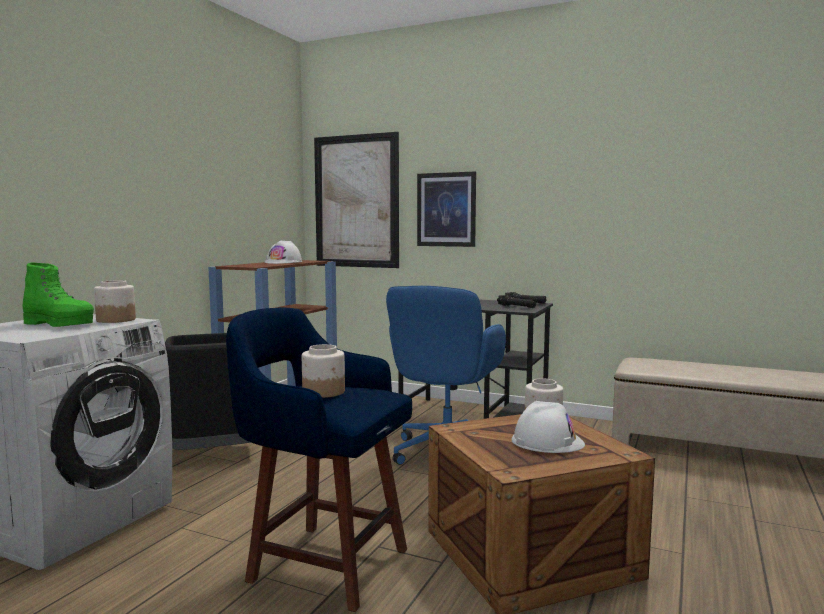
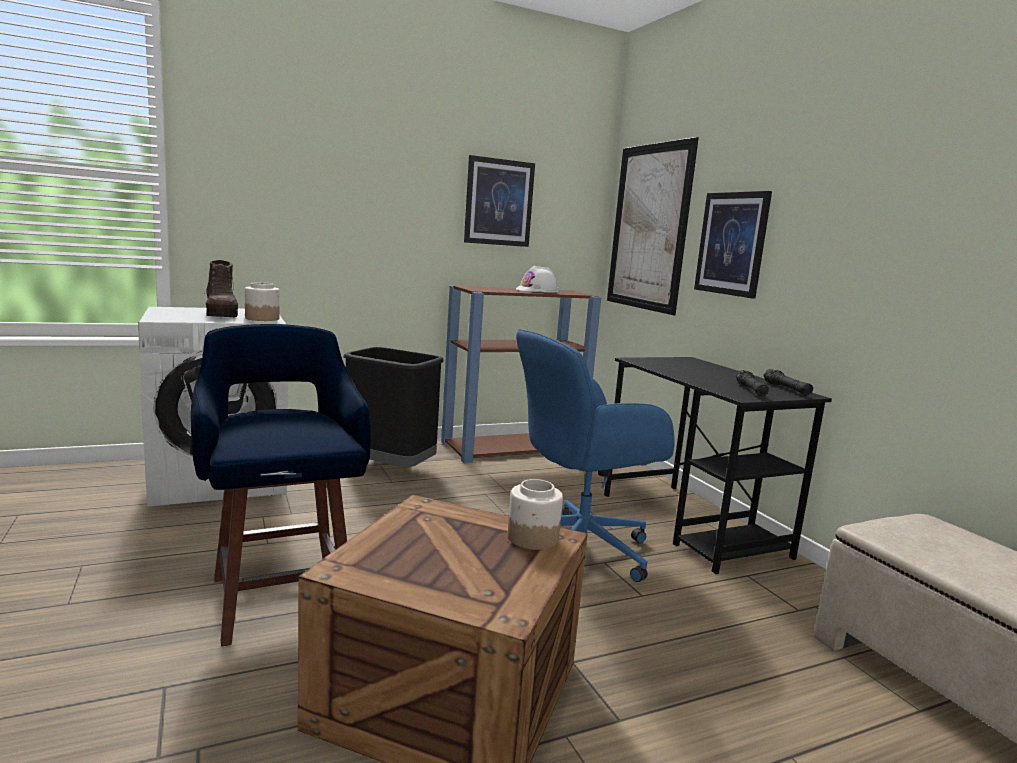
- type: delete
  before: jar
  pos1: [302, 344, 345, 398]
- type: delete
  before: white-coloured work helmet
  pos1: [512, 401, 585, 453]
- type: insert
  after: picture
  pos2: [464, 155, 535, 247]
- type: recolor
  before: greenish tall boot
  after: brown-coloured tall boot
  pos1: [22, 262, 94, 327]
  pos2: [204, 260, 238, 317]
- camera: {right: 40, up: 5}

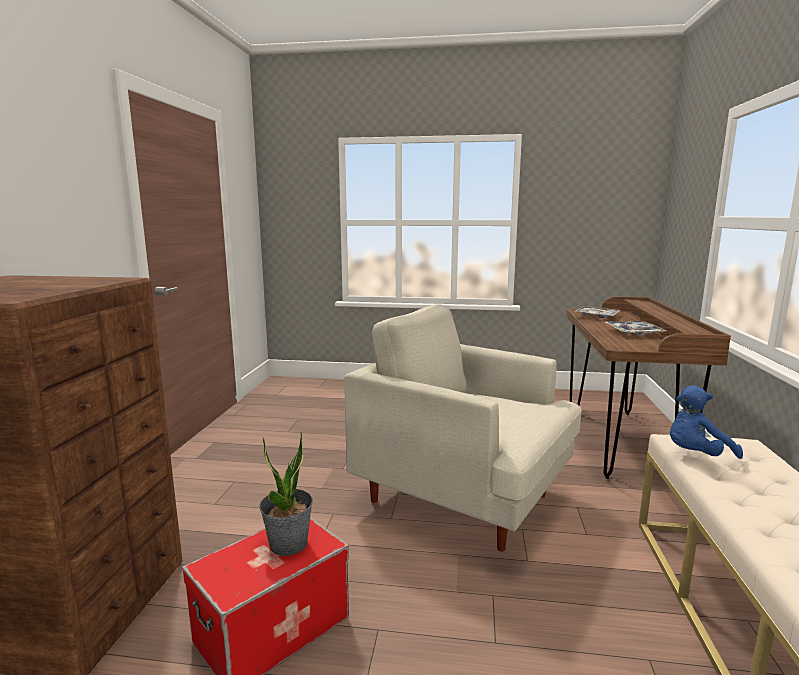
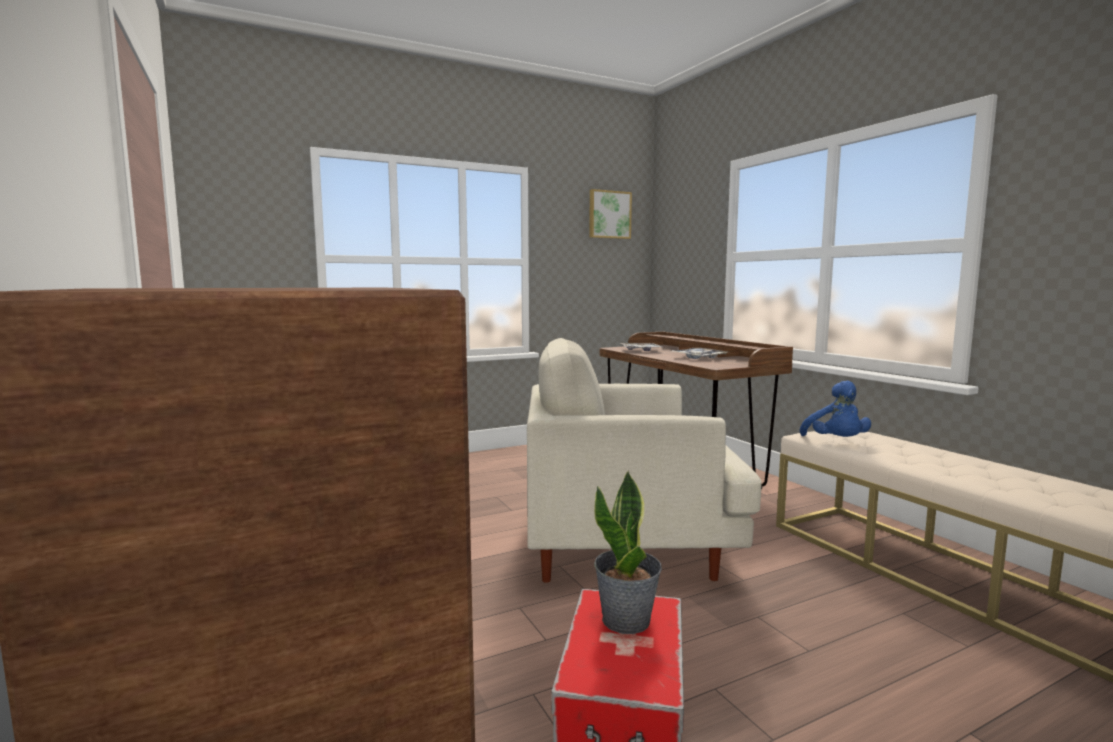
- type: insert
  after: picture
  pos2: [589, 189, 632, 239]
- type: rotate
  before: blue-coloured plush toy
  pos1: [670, 385, 743, 459]
  pos2: [800, 381, 871, 437]
  turn: -45
- camera: {right: -35, up: -5}

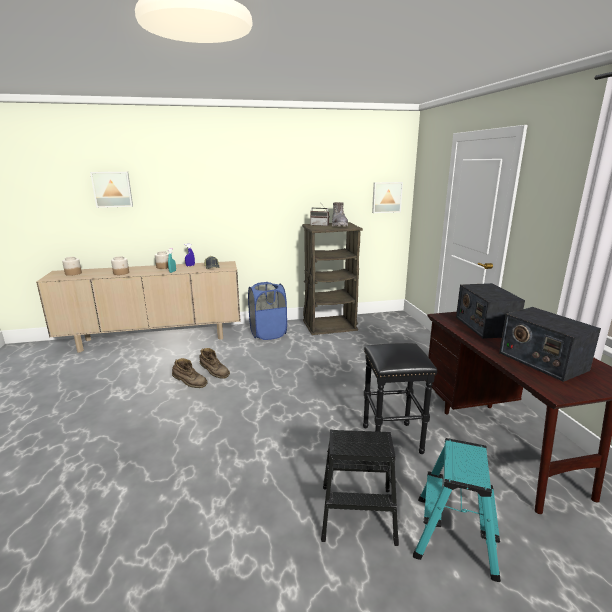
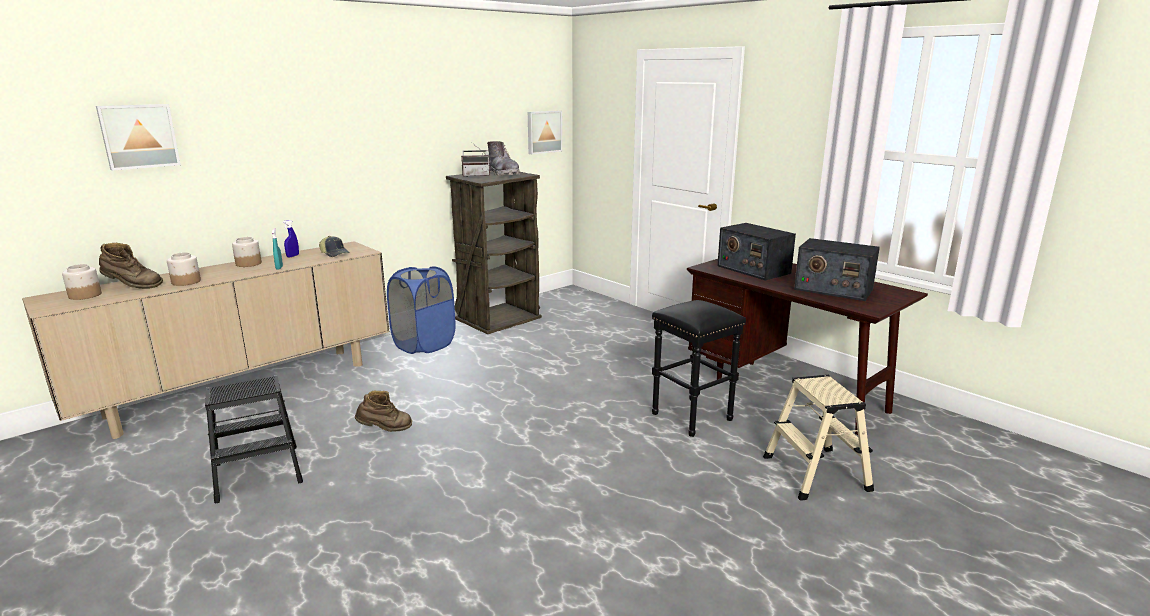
- type: move
  before: brown-coloured tall boot
  pos1: [200, 348, 230, 379]
  pos2: [99, 243, 163, 289]
- type: move
  before: black step stool
  pos1: [321, 429, 399, 546]
  pos2: [205, 375, 303, 504]
- type: recolor
  before: turquoise-coloured step stool
  after: beige step stool
  pos1: [413, 438, 501, 582]
  pos2: [763, 375, 874, 501]
- camera: {right: -30, up: 0}

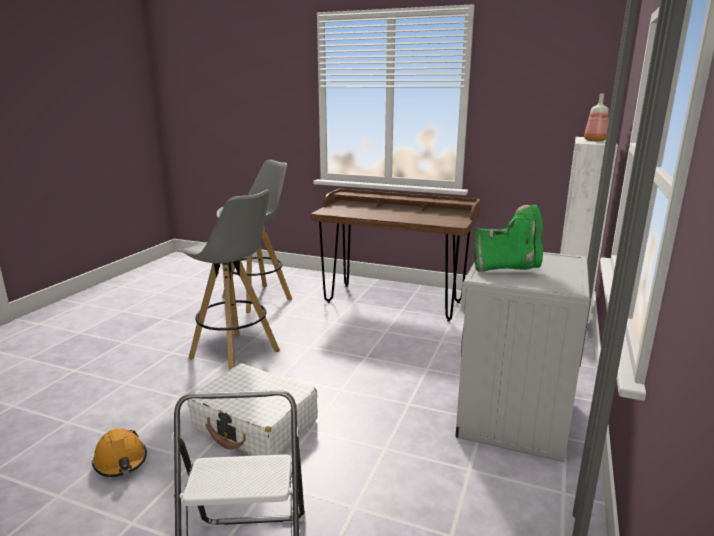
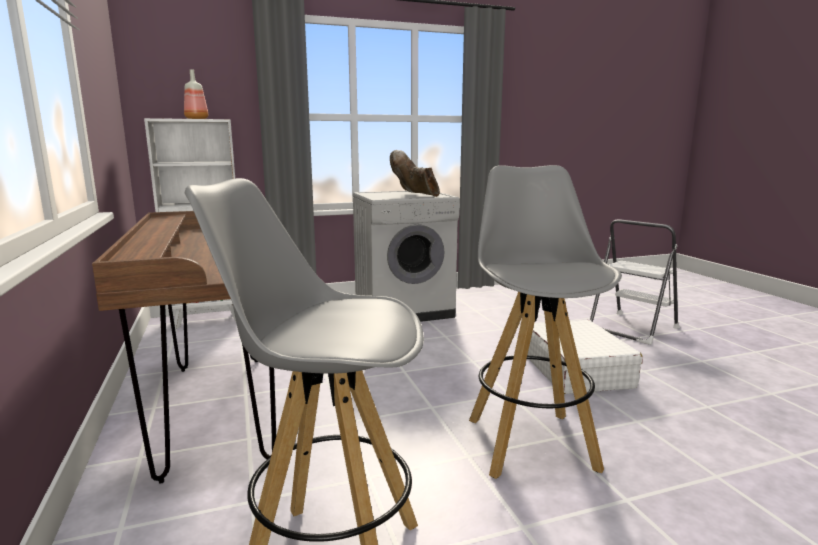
- type: delete
  before: orangey work helmet
  pos1: [92, 429, 147, 477]
- type: recolor
  before: greenish tall boot
  after: brown-coloured tall boot
  pos1: [474, 205, 543, 272]
  pos2: [390, 150, 440, 197]
- camera: {right: -130, up: -5}

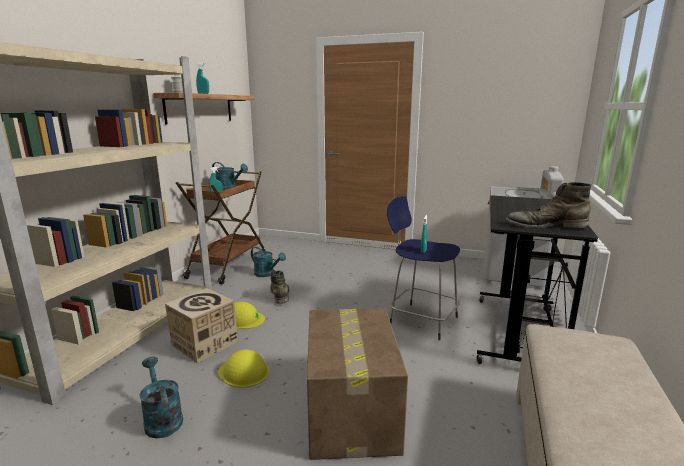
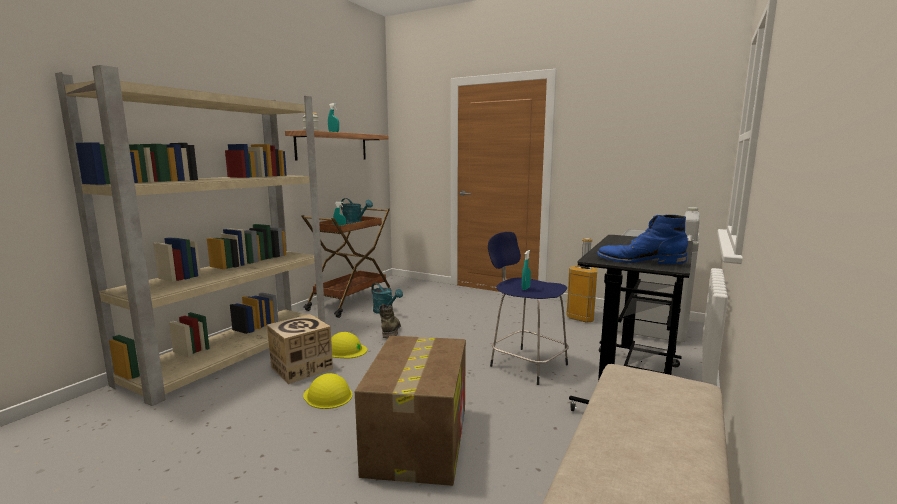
- type: delete
  before: turquoise-coloured watering pot
  pos1: [139, 356, 183, 438]
- type: insert
  after: trash can
  pos2: [566, 238, 597, 323]
- type: recolor
  before: greenish tall boot
  after: blue-coloured tall boot
  pos1: [506, 182, 591, 229]
  pos2: [597, 215, 688, 264]
- camera: {right: 10, up: -5}

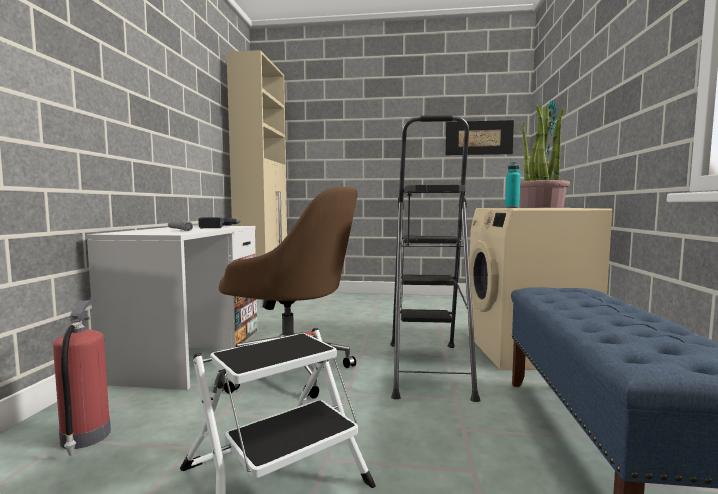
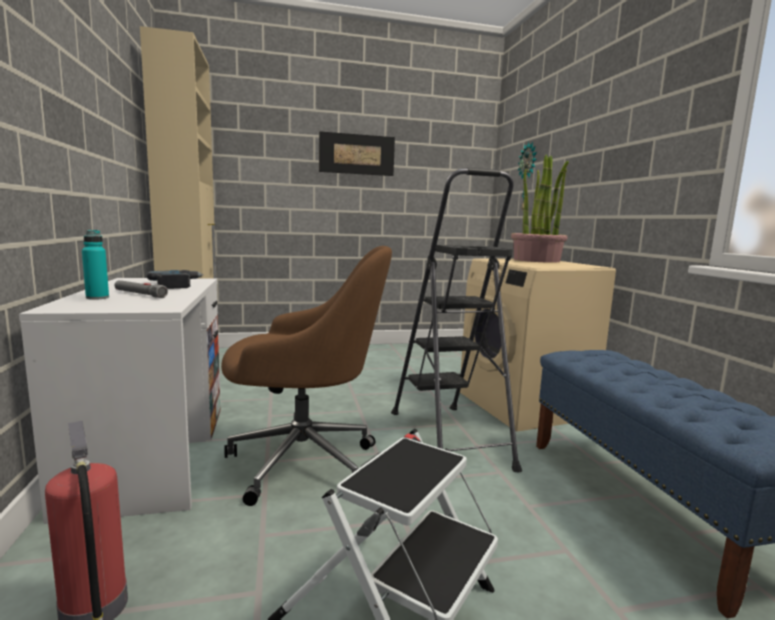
- type: move
  before: picture
  pos1: [445, 120, 514, 155]
  pos2: [319, 131, 395, 176]
- type: move
  before: turquoise-coloured drink bottle
  pos1: [505, 162, 521, 208]
  pos2: [82, 230, 109, 300]
- camera: {right: -20, up: 5}

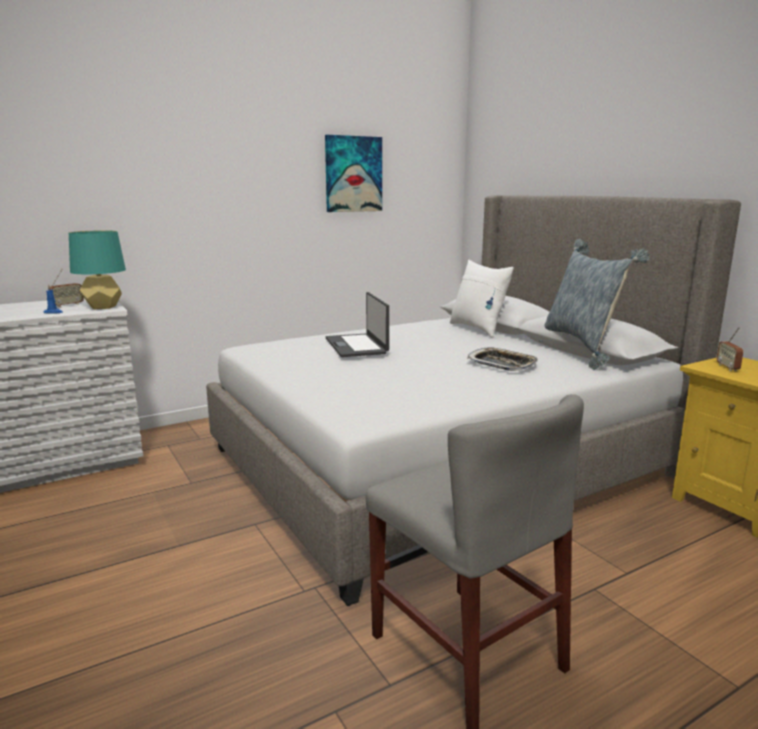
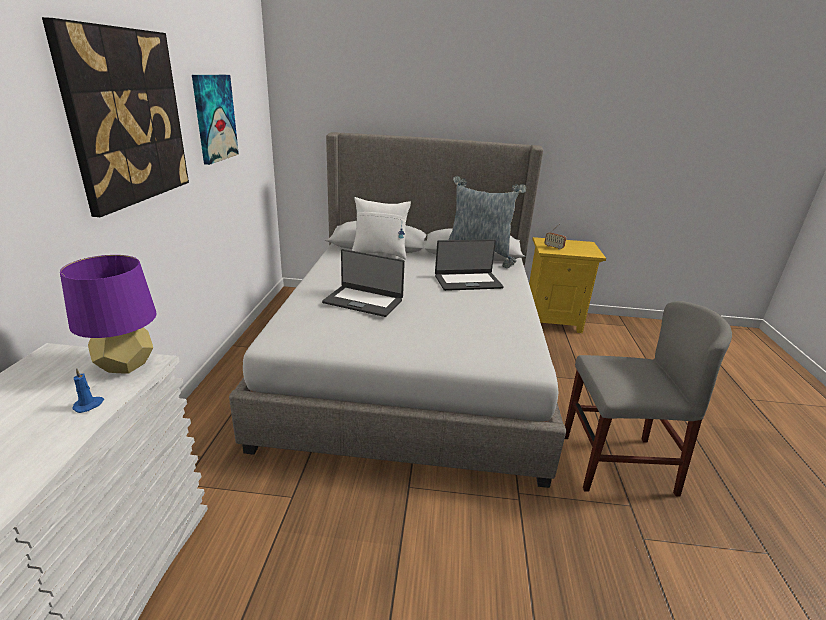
- type: delete
  before: radio set
  pos1: [50, 269, 84, 307]
- type: insert
  after: picture
  pos2: [42, 17, 189, 217]
- type: replace
  before: serving tray
  after: laptop
  pos1: [467, 347, 538, 371]
  pos2: [435, 239, 504, 291]
- type: recolor
  before: turquoise-coloured table lamp
  after: purple table lamp
  pos1: [69, 230, 126, 309]
  pos2: [60, 255, 157, 374]
- camera: {right: -55, up: 10}

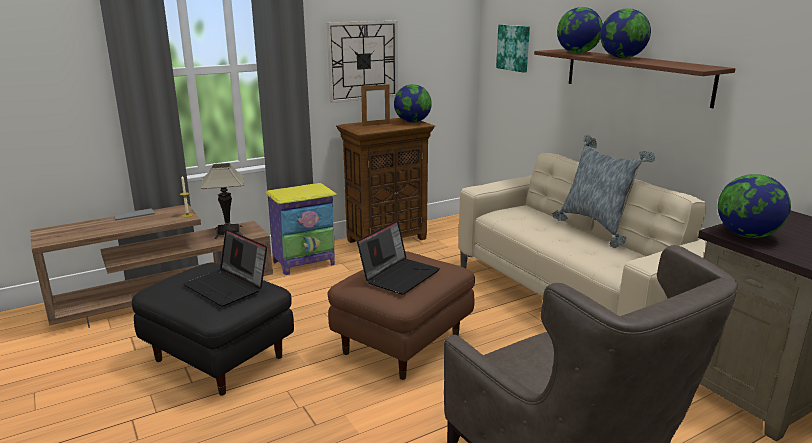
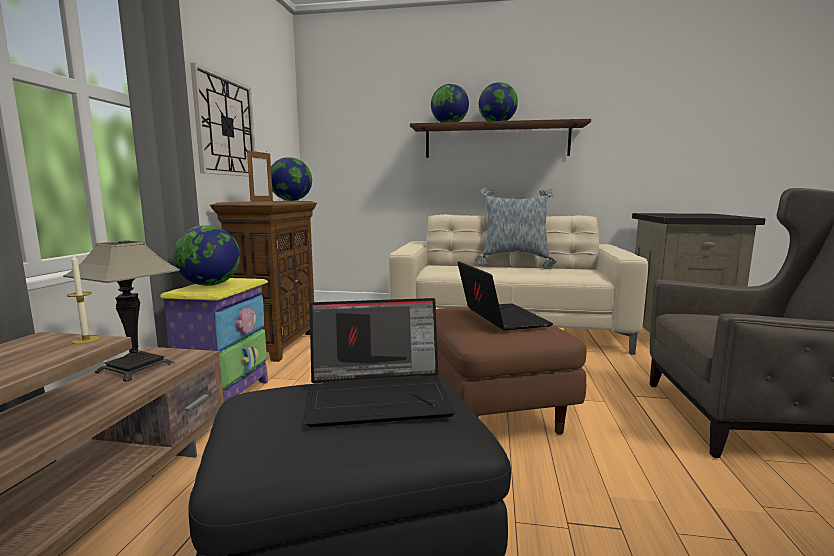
- type: delete
  before: picture
  pos1: [496, 24, 530, 73]
- type: move
  before: globe
  pos1: [718, 174, 791, 238]
  pos2: [173, 225, 240, 286]
- camera: {right: -50, up: -10}

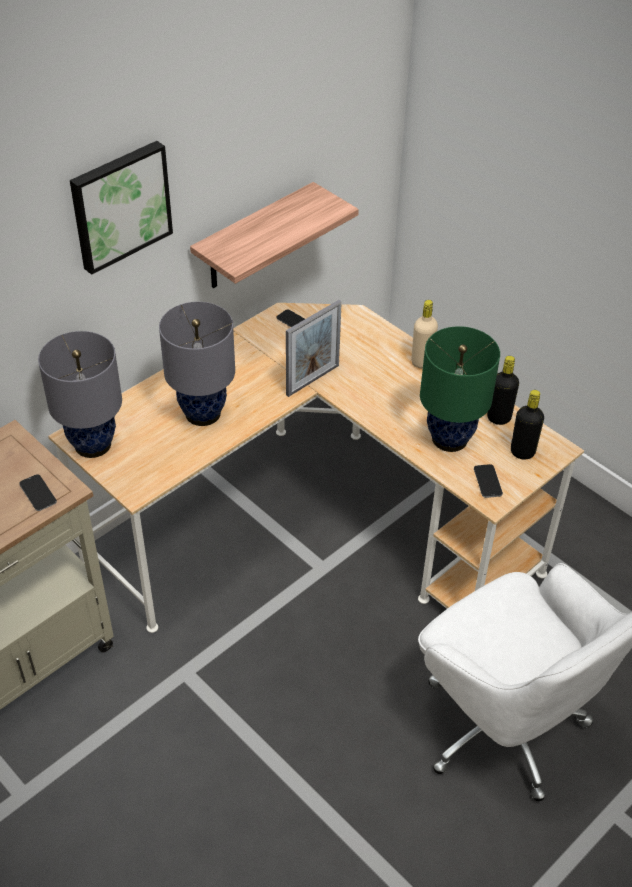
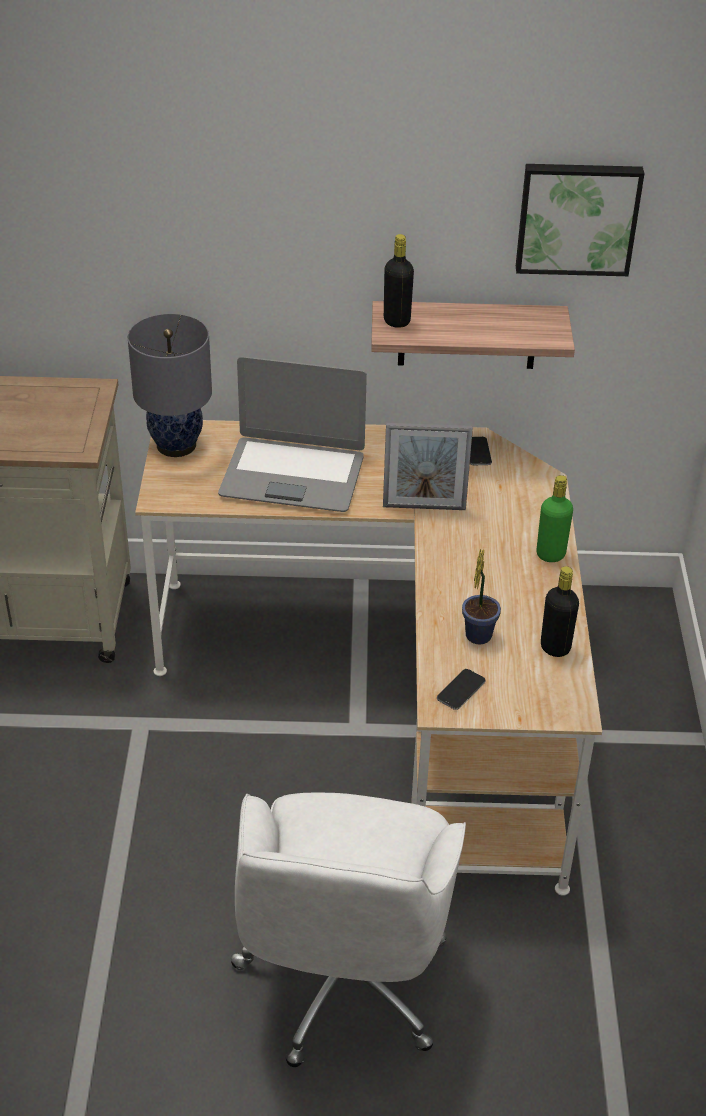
- type: delete
  before: handset
  pos1: [19, 474, 57, 511]
- type: move
  before: picture
  pos1: [70, 141, 173, 275]
  pos2: [516, 164, 645, 276]
- type: move
  before: black drink bottle
  pos1: [511, 390, 544, 459]
  pos2: [384, 234, 414, 328]
- type: replace
  before: grey table lamp
  after: laptop
  pos1: [159, 302, 235, 426]
  pos2: [218, 356, 367, 512]
- type: replace
  before: greenish table lamp
  after: houseplant
  pos1: [420, 326, 500, 452]
  pos2: [462, 549, 501, 644]
- type: recolor
  before: beige drink bottle
  after: greenish drink bottle
  pos1: [411, 300, 438, 368]
  pos2: [536, 475, 573, 562]
- camera: {right: 45, up: -5}

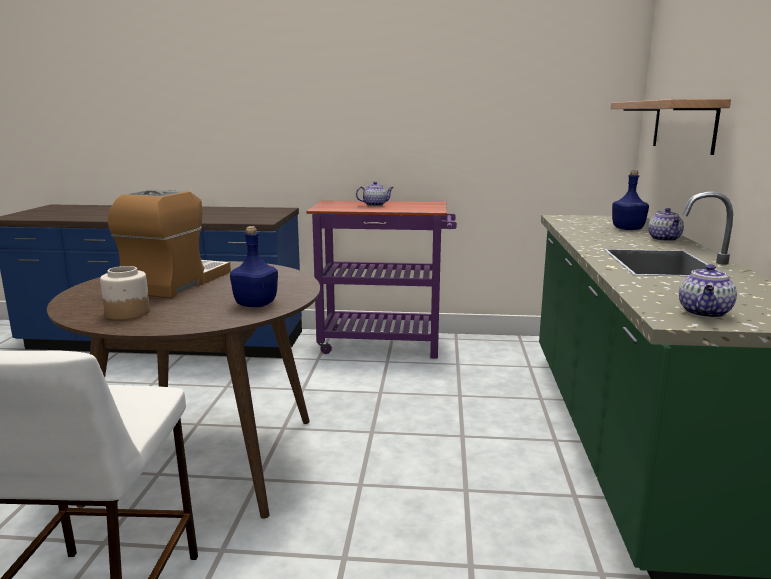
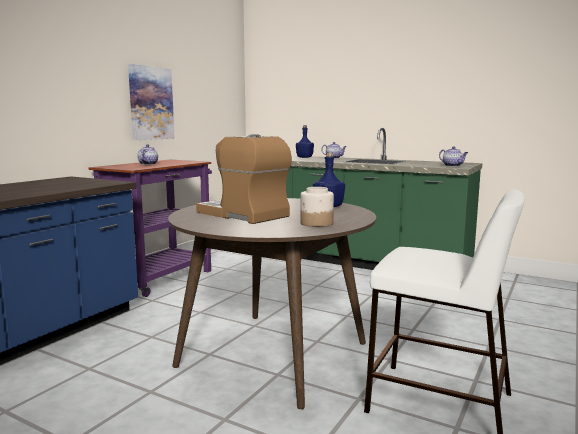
- type: delete
  before: bracket shelf
  pos1: [611, 99, 731, 155]
- type: insert
  after: picture
  pos2: [128, 64, 175, 140]
- camera: {right: -65, up: -5}

